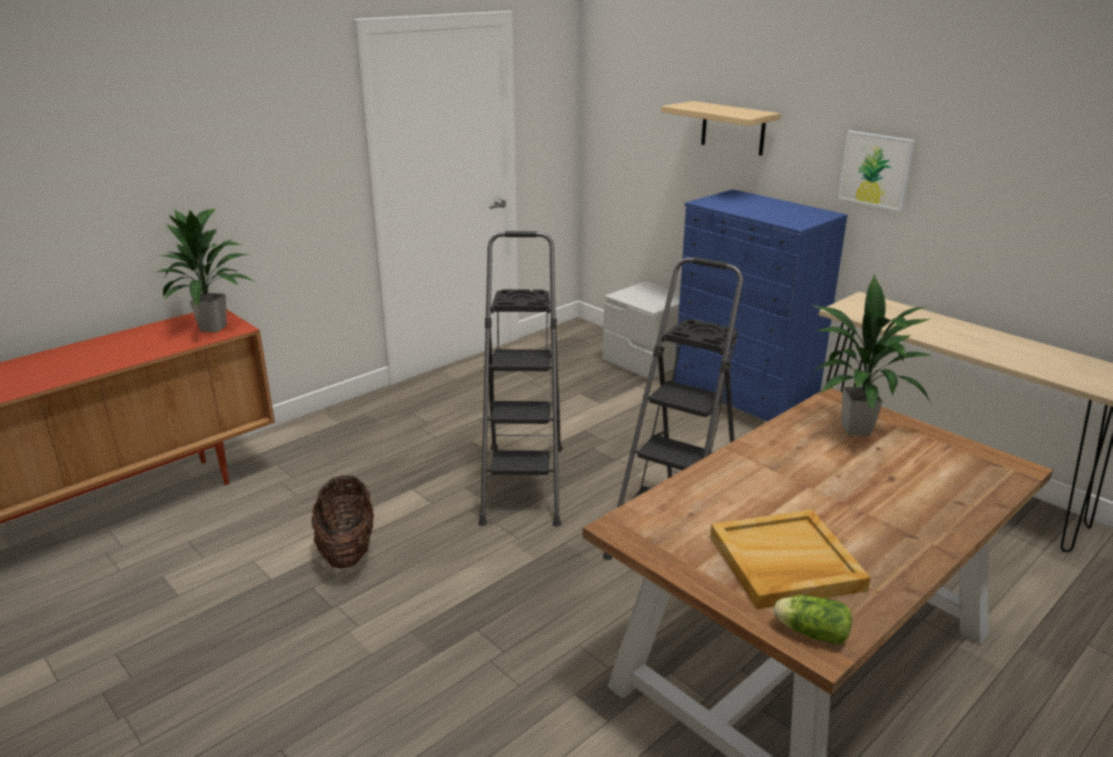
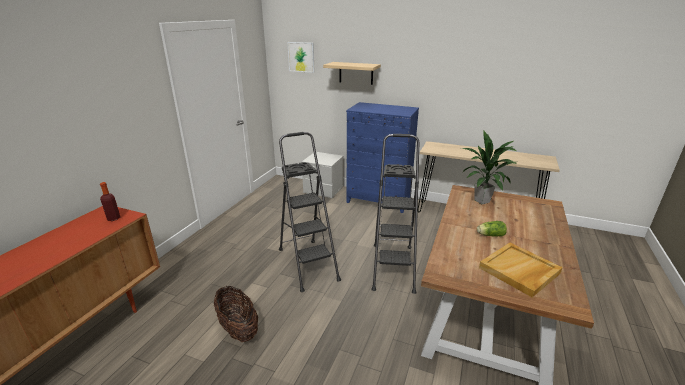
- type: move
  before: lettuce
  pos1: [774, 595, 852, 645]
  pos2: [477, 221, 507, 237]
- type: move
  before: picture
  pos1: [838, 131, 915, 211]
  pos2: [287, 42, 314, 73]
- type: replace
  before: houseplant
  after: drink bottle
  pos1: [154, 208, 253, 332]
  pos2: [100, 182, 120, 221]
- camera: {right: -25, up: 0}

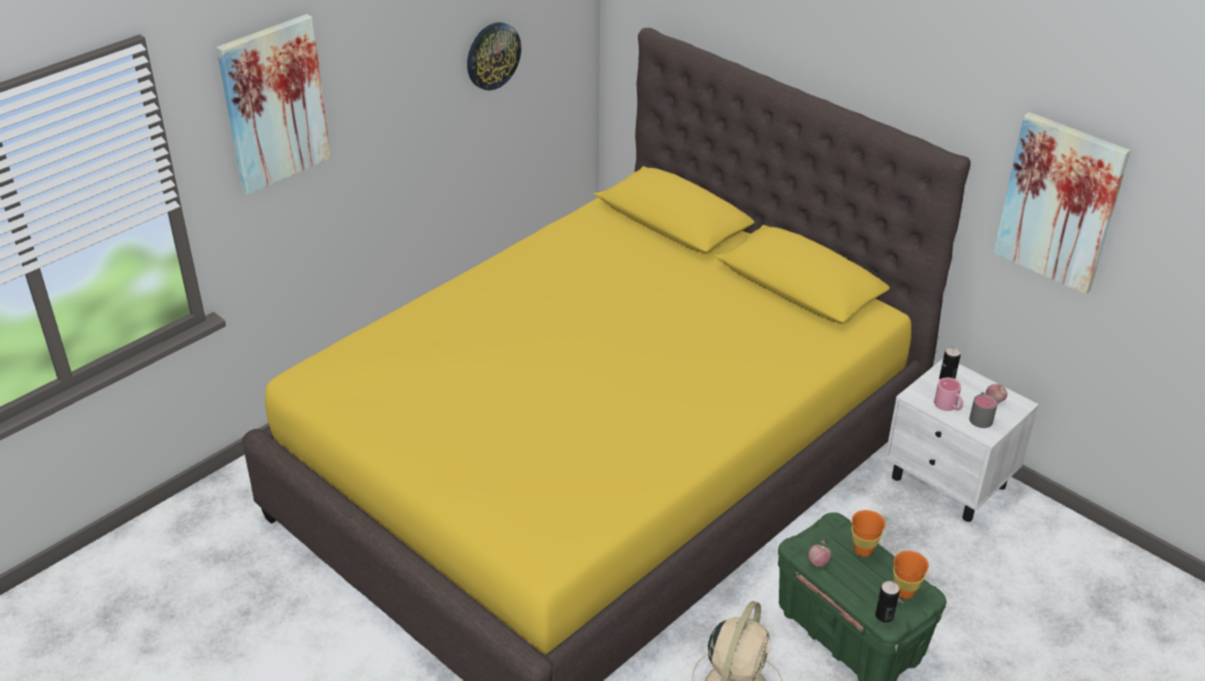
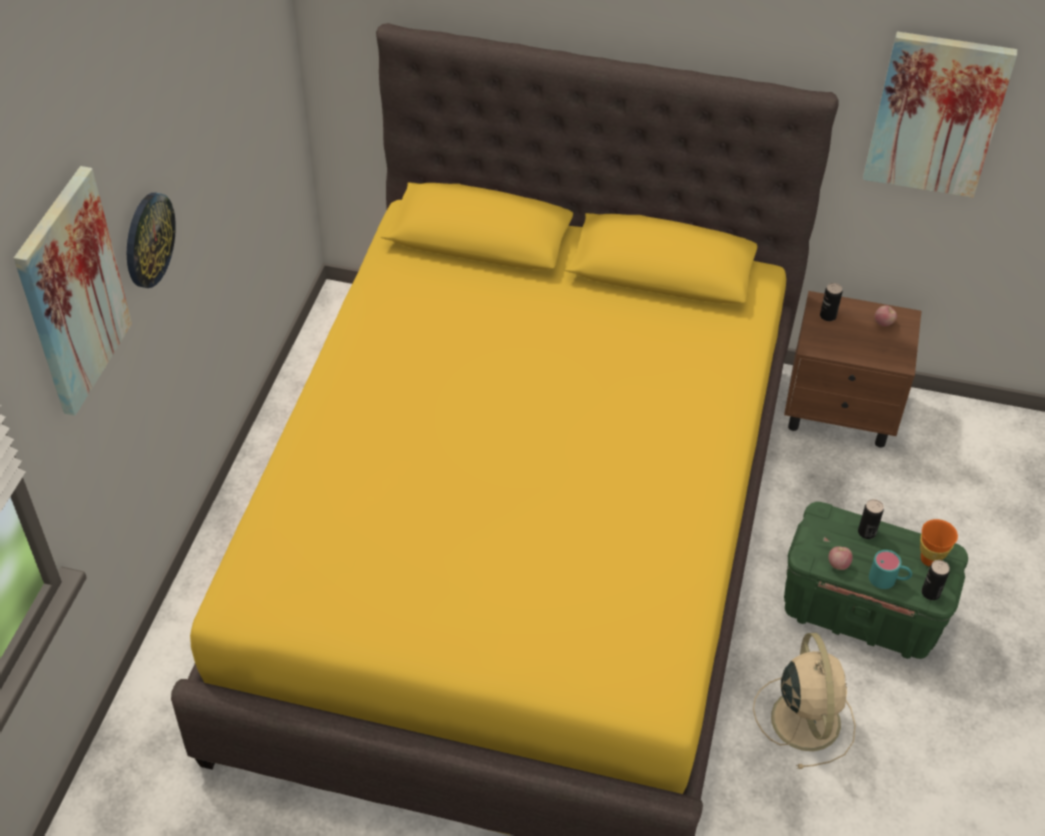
- type: delete
  before: pink tea mug
  pos1: [934, 377, 963, 411]
- type: delete
  before: grey tea mug
  pos1: [969, 392, 998, 428]
- type: insert
  after: turquoise-coloured tea mug
  pos2: [869, 550, 912, 589]
- type: move
  before: clock on the wall
  pos1: [467, 22, 521, 90]
  pos2: [127, 193, 176, 288]
- type: replace
  before: orangey drinking cup
  after: can
  pos1: [851, 510, 886, 557]
  pos2: [858, 499, 884, 539]
- type: recolor
  before: white-coloured nightstand
  after: brown-coloured nightstand
  pos1: [885, 359, 1039, 522]
  pos2: [784, 291, 921, 448]
- camera: {right: -30, up: 10}

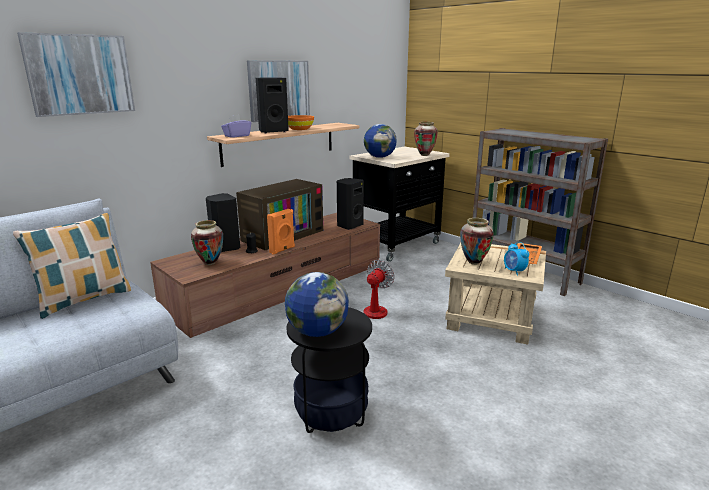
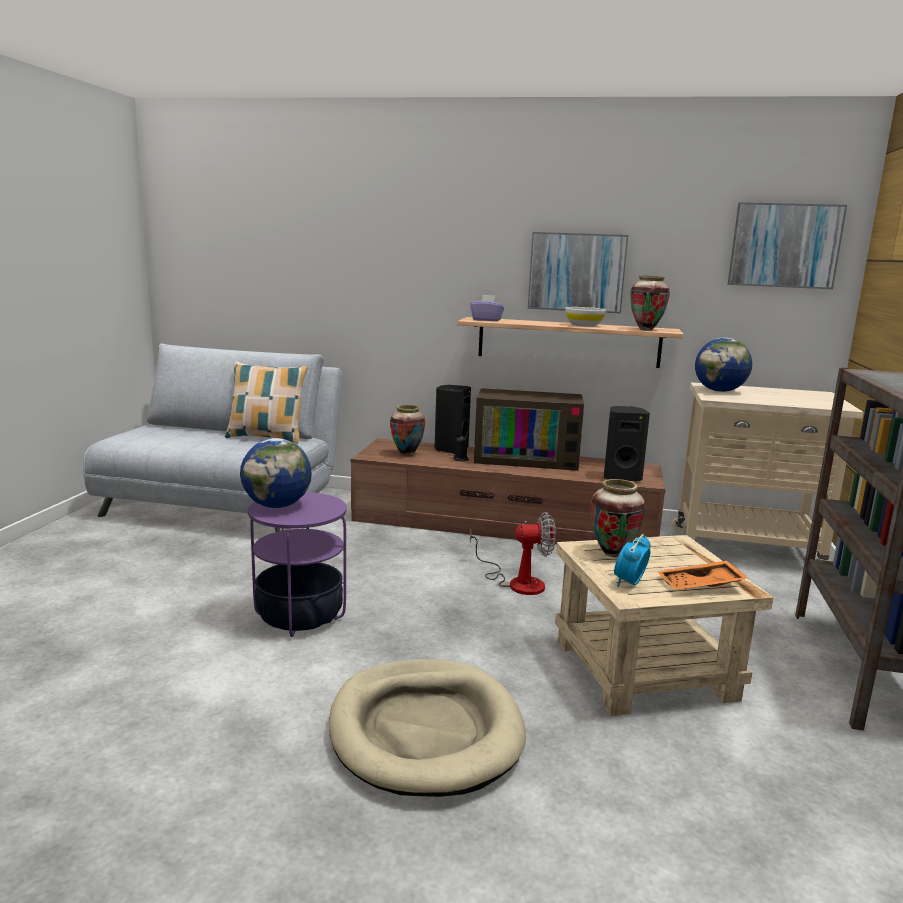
- type: delete
  before: black audio speaker
  pos1: [256, 77, 289, 134]
- type: delete
  before: orangey audio speaker
  pos1: [267, 209, 295, 255]
- type: insert
  after: beige dog bed
  pos2: [329, 659, 526, 797]
- type: move
  before: picture
  pos1: [17, 32, 135, 117]
  pos2: [728, 202, 847, 289]
- type: move
  before: flower vase
  pos1: [414, 122, 438, 156]
  pos2: [631, 276, 670, 331]
- type: recolor
  before: black end table
  after: purple end table
  pos1: [287, 307, 372, 433]
  pos2: [248, 492, 347, 637]
- type: recolor
  before: orangey serving bowl
  after: white-coloured serving bowl
  pos1: [288, 115, 314, 130]
  pos2: [565, 307, 606, 327]
- type: recolor
  before: black wheeled cart
  after: beige wheeled cart
  pos1: [350, 147, 450, 262]
  pos2: [672, 382, 864, 561]
- camera: {right: 55, up: -5}

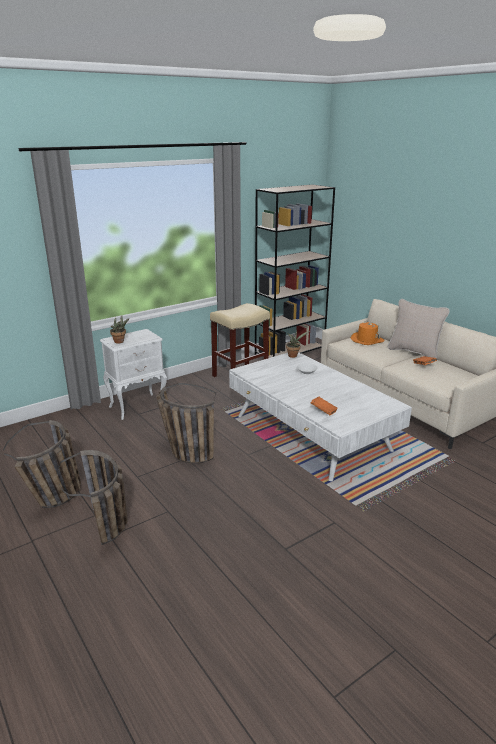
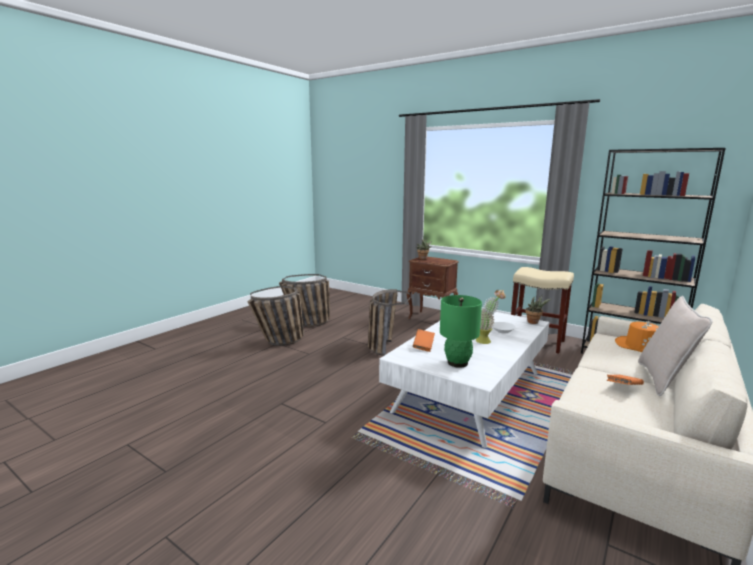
- type: insert
  after: greenish table lamp
  pos2: [440, 295, 482, 368]
- type: insert
  after: houseplant
  pos2: [476, 290, 506, 344]
- type: recolor
  before: white-coloured nightstand
  after: brown-coloured nightstand
  pos1: [100, 329, 167, 420]
  pos2: [407, 257, 459, 319]
- camera: {right: 70, up: -10}

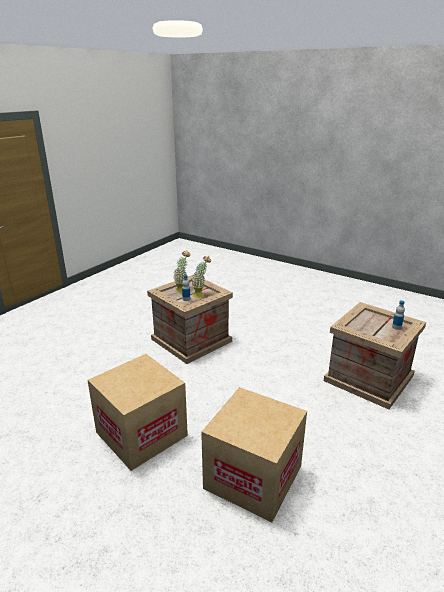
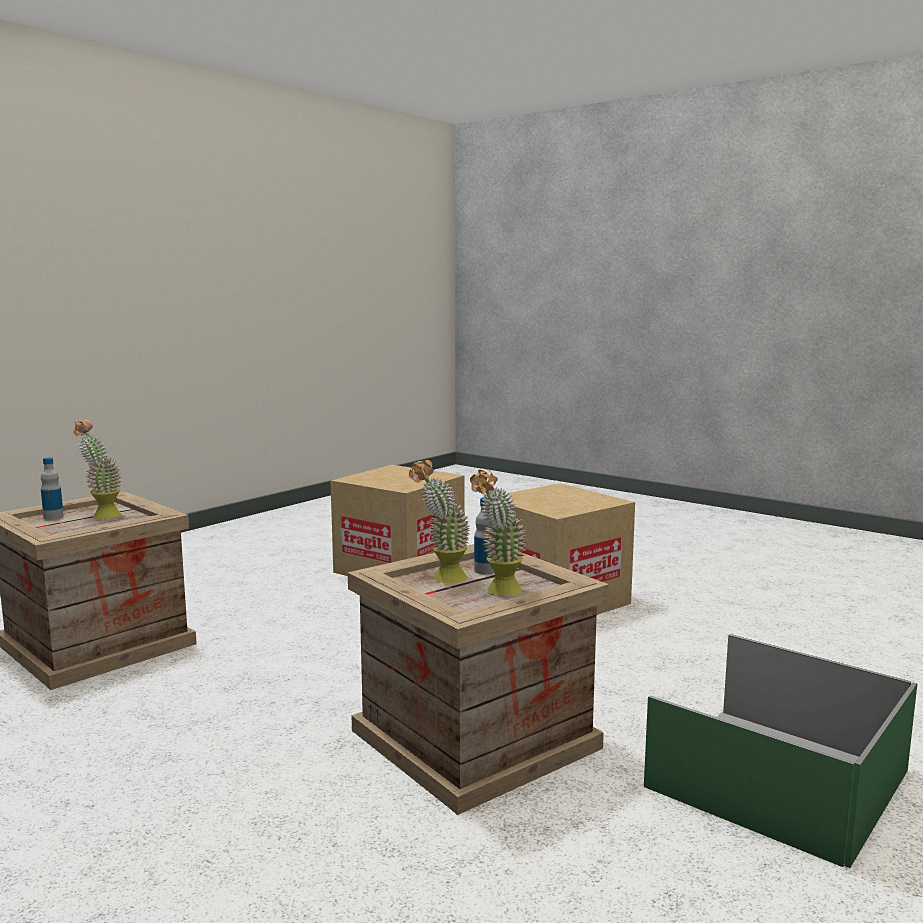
- type: insert
  after: houseplant
  pos2: [73, 420, 121, 519]
- type: insert
  after: greenish storage bin
  pos2: [643, 634, 917, 868]
- camera: {right: -175, up: -15}

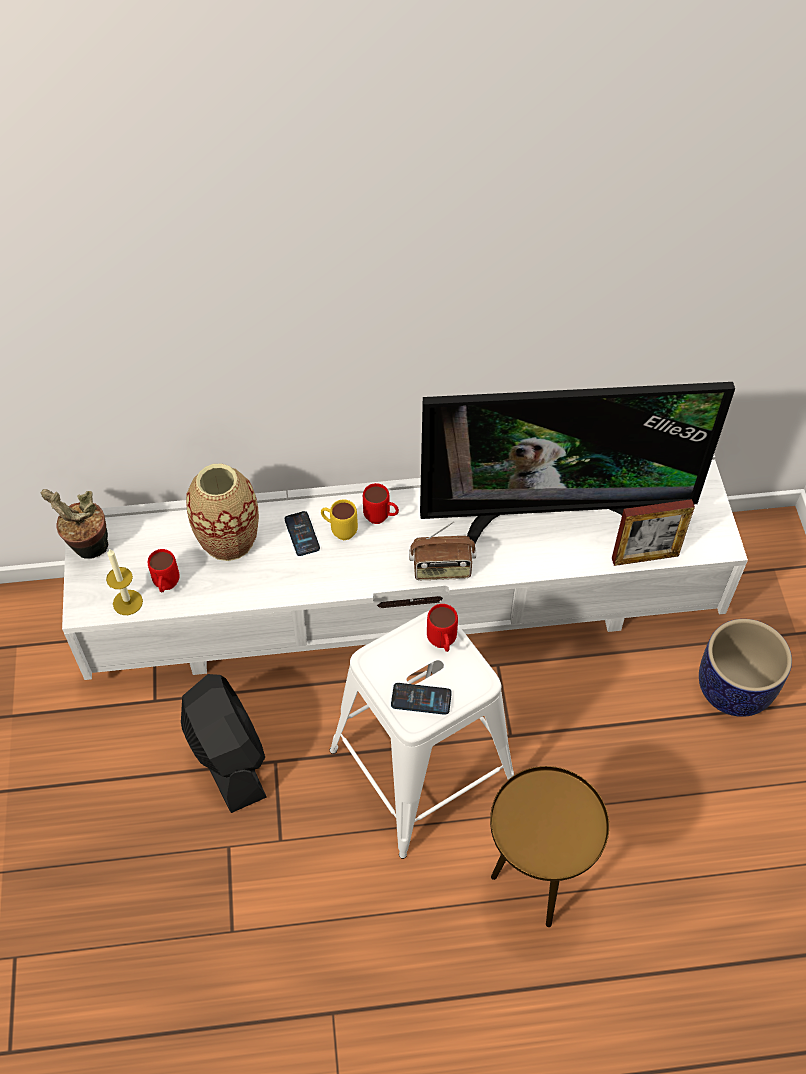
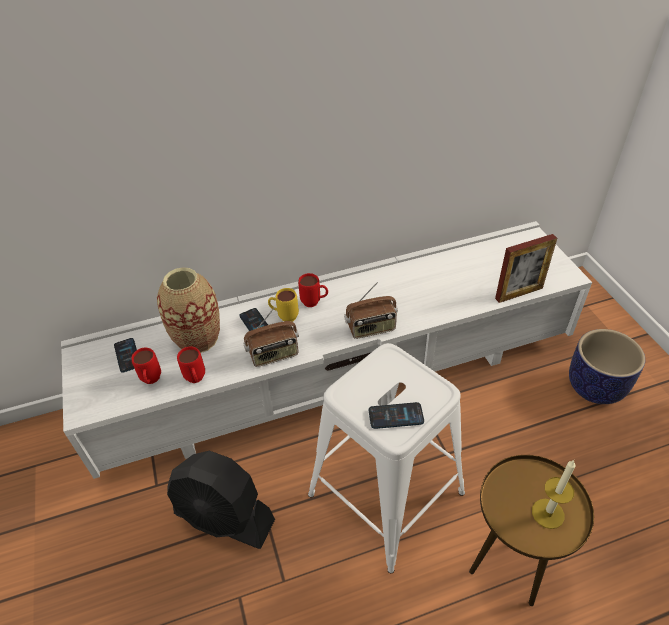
- type: delete
  before: houseplant
  pos1: [41, 489, 109, 559]
- type: delete
  before: TV set
  pos1: [420, 382, 735, 544]
- type: insert
  after: handset
  pos2: [114, 338, 137, 373]
- type: insert
  after: radio set
  pos2: [243, 308, 299, 367]
- type: move
  before: wax candle
  pos1: [106, 548, 143, 615]
  pos2: [532, 460, 576, 529]
- type: move
  before: reddish tea mug
  pos1: [427, 604, 458, 652]
  pos2: [177, 347, 205, 383]
- type: rotate
  before: black cooling fan
  pos1: [181, 674, 267, 813]
  pos2: [167, 451, 275, 549]
  turn: 150
- camera: {right: -10, up: -10}

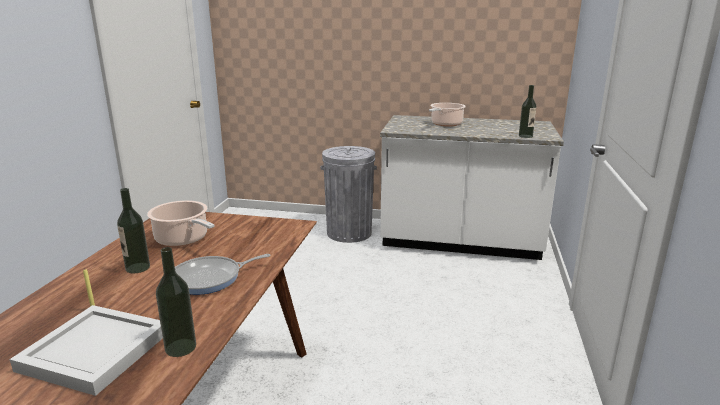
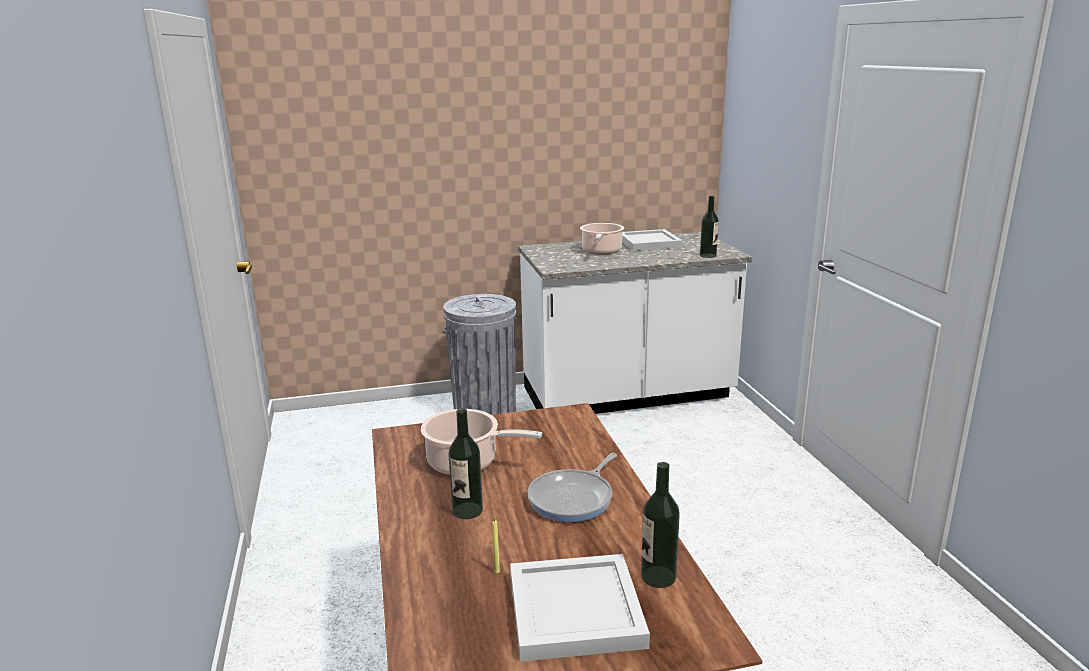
- type: insert
  after: white-coloured serving tray
  pos2: [622, 229, 682, 251]
- camera: {right: -25, up: 0}

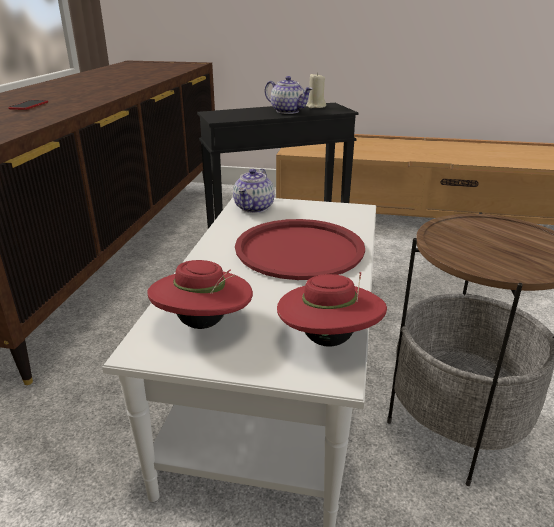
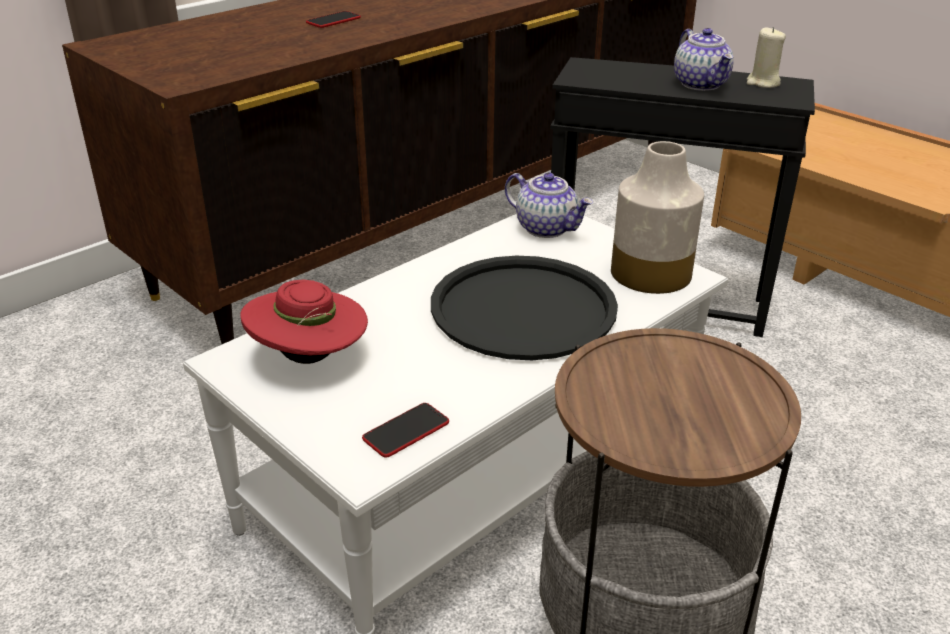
- type: insert
  after: beige flower vase
  pos2: [611, 141, 704, 294]
- type: replace
  before: reddish wearable hat
  after: handset
  pos1: [277, 272, 387, 347]
  pos2: [362, 403, 449, 458]
- type: recolor
  before: reddish serving tray
  after: black serving tray
  pos1: [235, 219, 365, 280]
  pos2: [431, 256, 618, 360]
- type: rotate
  before: teapot
  pos1: [233, 168, 275, 213]
  pos2: [505, 173, 593, 238]
  turn: -105
- camera: {right: 35, up: 5}

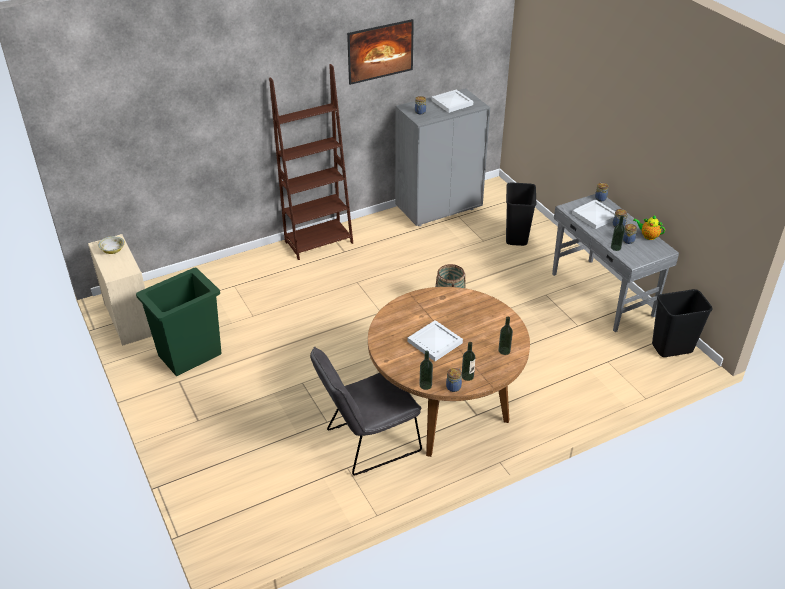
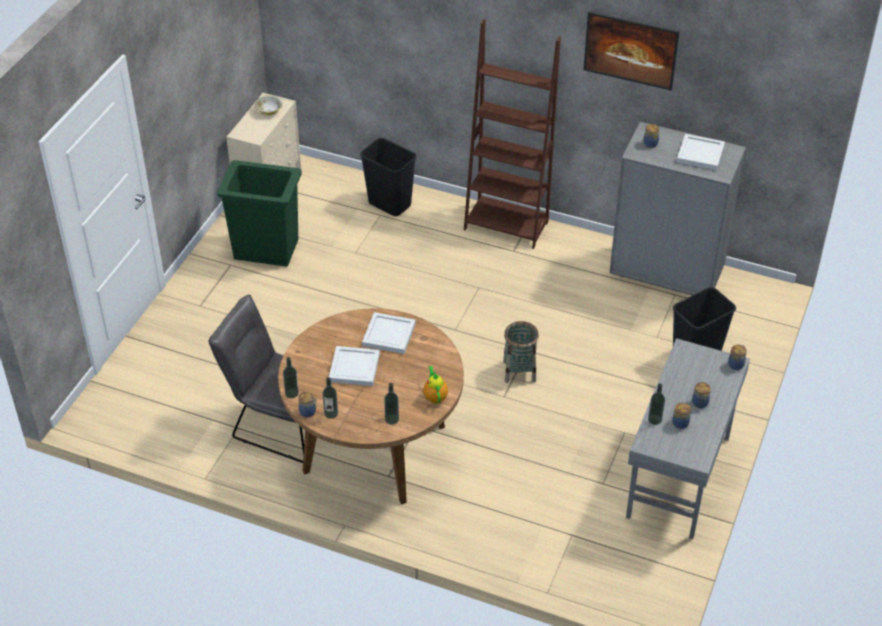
- type: move
  before: white-coloured serving tray
  pos1: [572, 199, 615, 229]
  pos2: [362, 312, 416, 354]
- type: move
  before: teapot
  pos1: [633, 215, 665, 240]
  pos2: [423, 366, 448, 404]
- type: move
  before: black trash can
  pos1: [652, 289, 713, 357]
  pos2: [360, 138, 417, 216]
- camera: {right: 50, up: 5}

